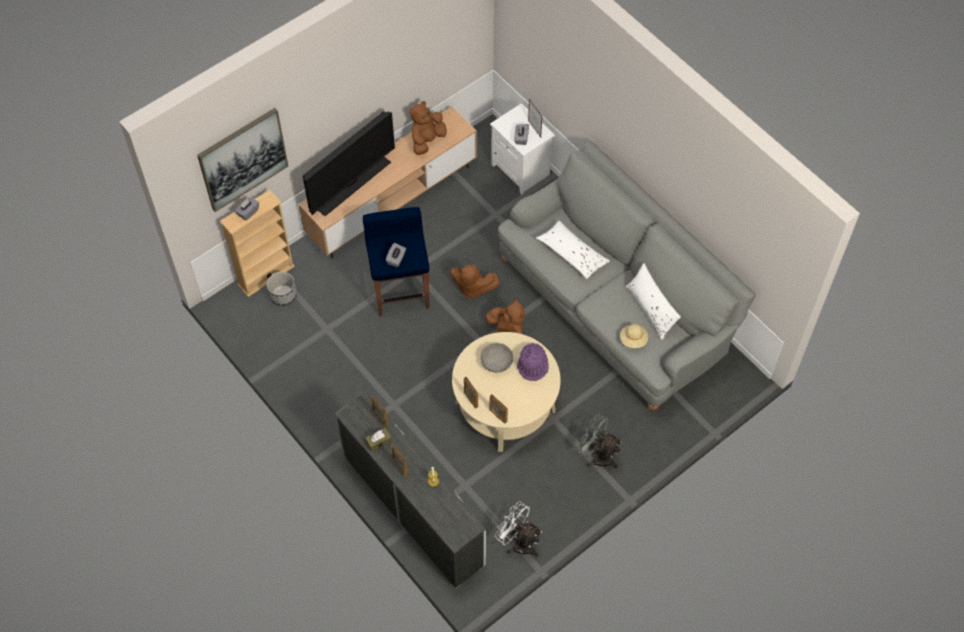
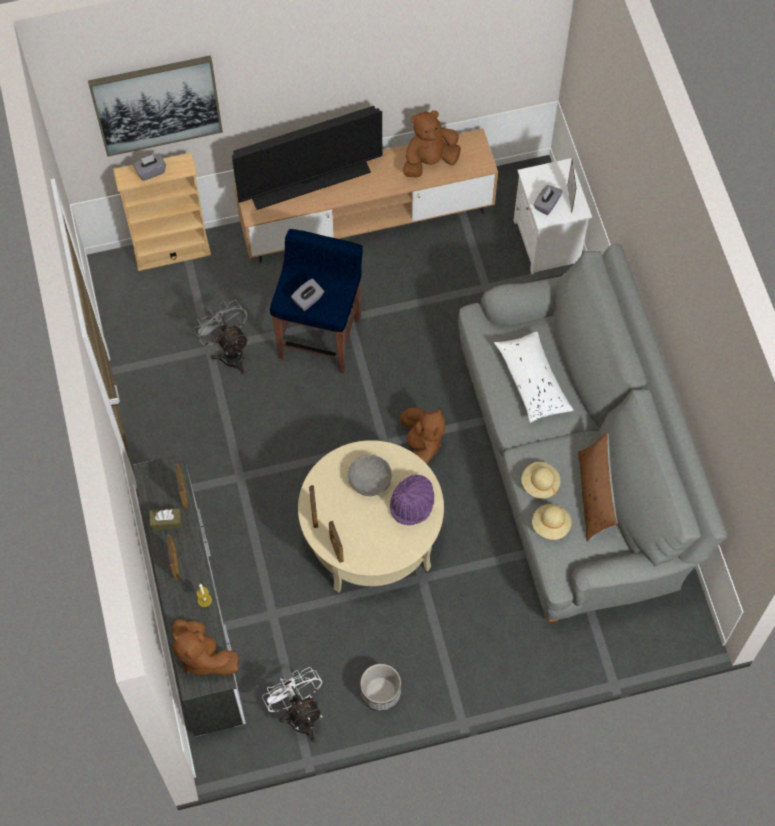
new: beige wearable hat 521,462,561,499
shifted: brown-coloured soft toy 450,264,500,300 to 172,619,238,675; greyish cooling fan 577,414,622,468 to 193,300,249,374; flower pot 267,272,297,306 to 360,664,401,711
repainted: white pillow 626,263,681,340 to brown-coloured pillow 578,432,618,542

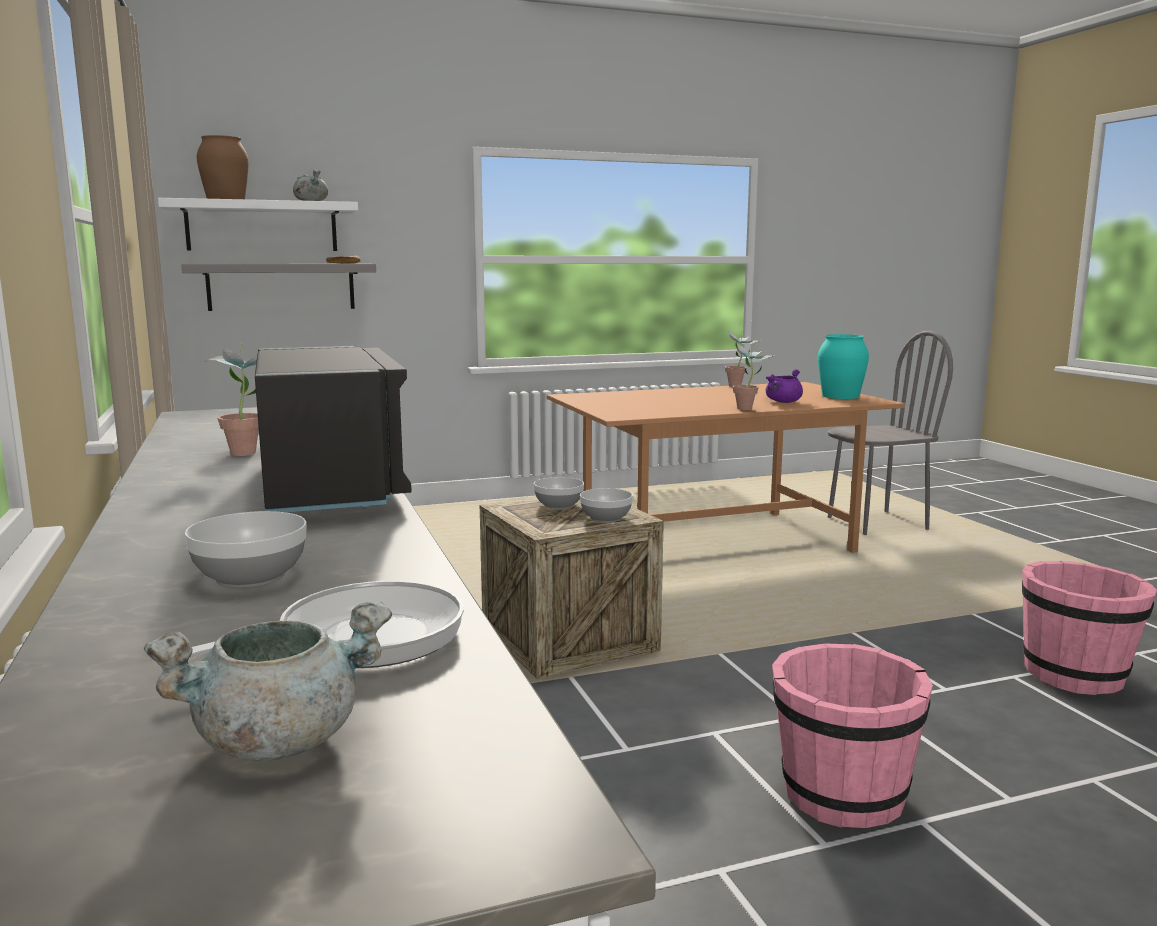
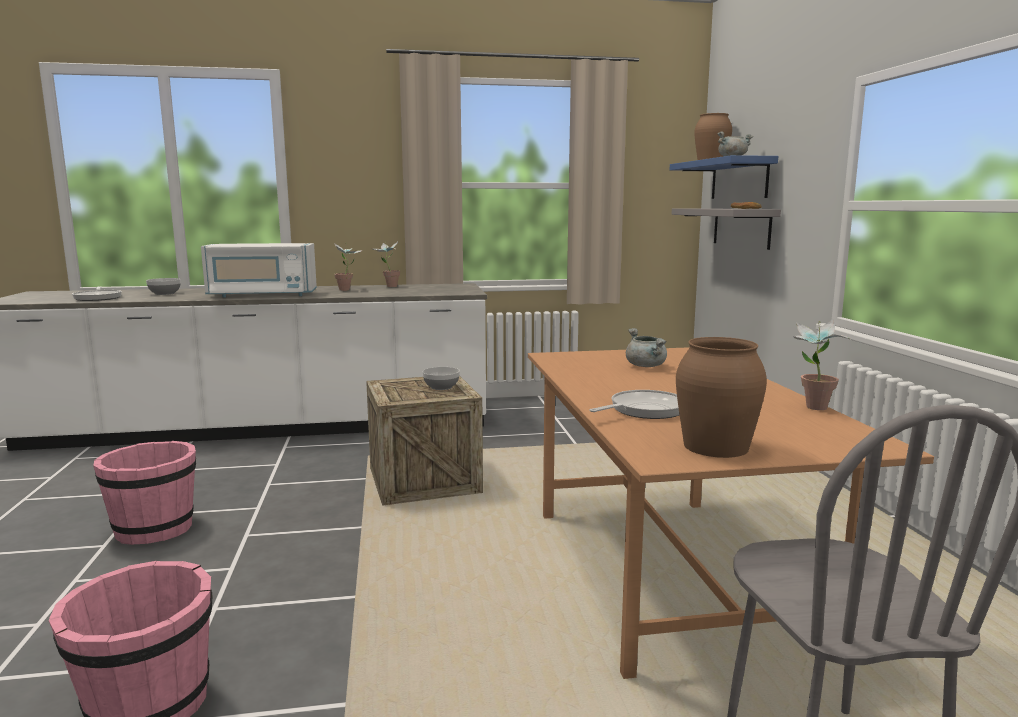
gone: bowl 580,488,633,522
shifted: houseplant 732,343,775,410 to 371,242,400,287; greyish cooking pot 144,602,392,761 to 626,328,667,367
swapped: purple-coloured cooking pot 766,369,803,403 to frying pan 589,390,679,419
repainted: black kitchen microwave 255,346,412,513 to white kitchen microwave 201,243,317,298; white bracket shelf 158,198,358,251 to bluish bracket shelf 670,155,778,199; blue-green decorative vase 818,334,869,399 to brown-coloured decorative vase 676,337,767,458

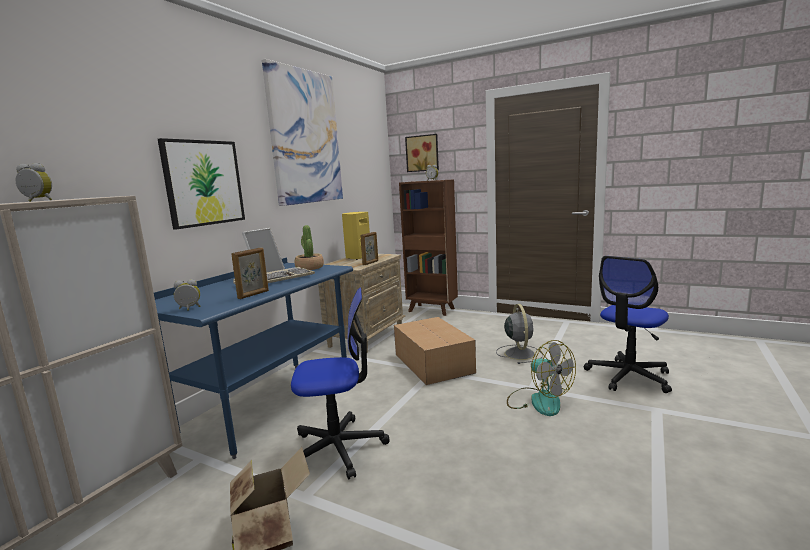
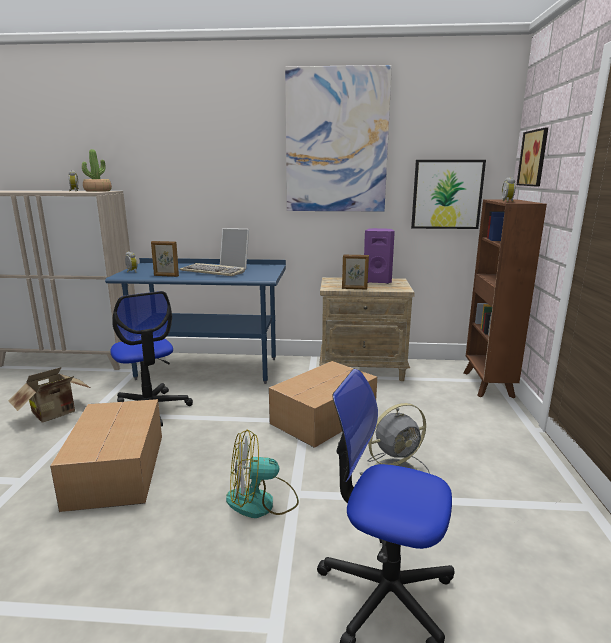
new: packing box 50,399,162,512
shifted: houseplant 295,225,324,270 to 82,149,112,192; picture 158,138,245,229 to 411,160,486,229
repainted: yellowish speaker 342,212,370,260 to purple-coloured speaker 364,228,395,284
rotated: cooling fan 507,340,576,416 = 226,430,299,518 45 degrees clockwise

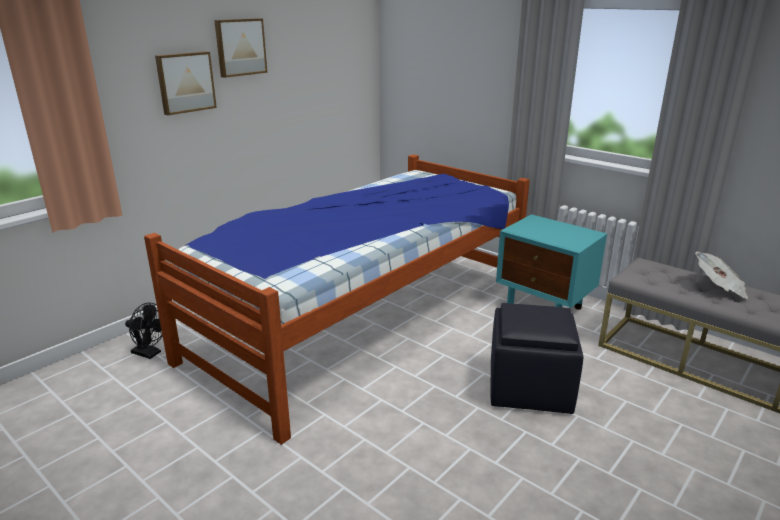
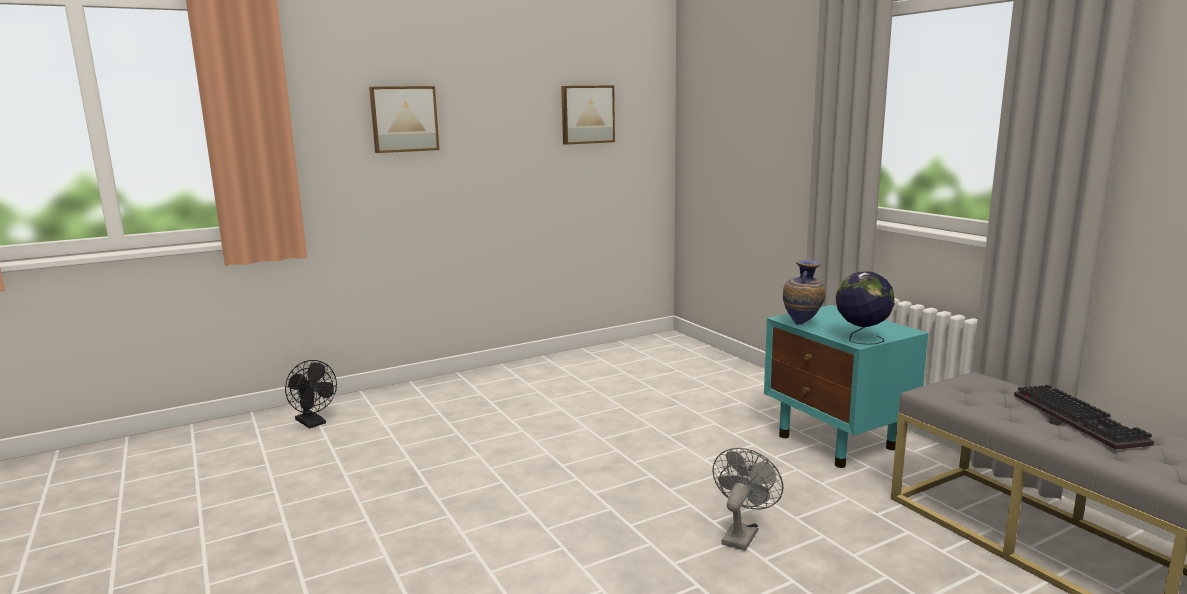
gone: bedroom bed 144,154,530,445
new: decorative vase 783,259,826,325; globe 836,271,895,345
shifted: picture 214,18,267,78 to 561,85,615,145
swapped: black pouffe 490,303,583,414 to greyish cooling fan 712,448,784,551; printed paper 695,251,748,299 to computer keyboard 1014,384,1154,450

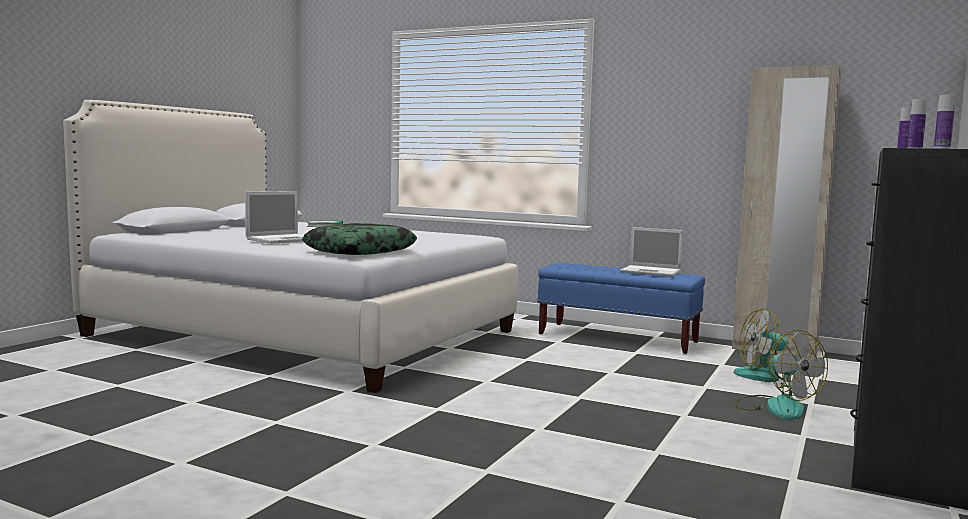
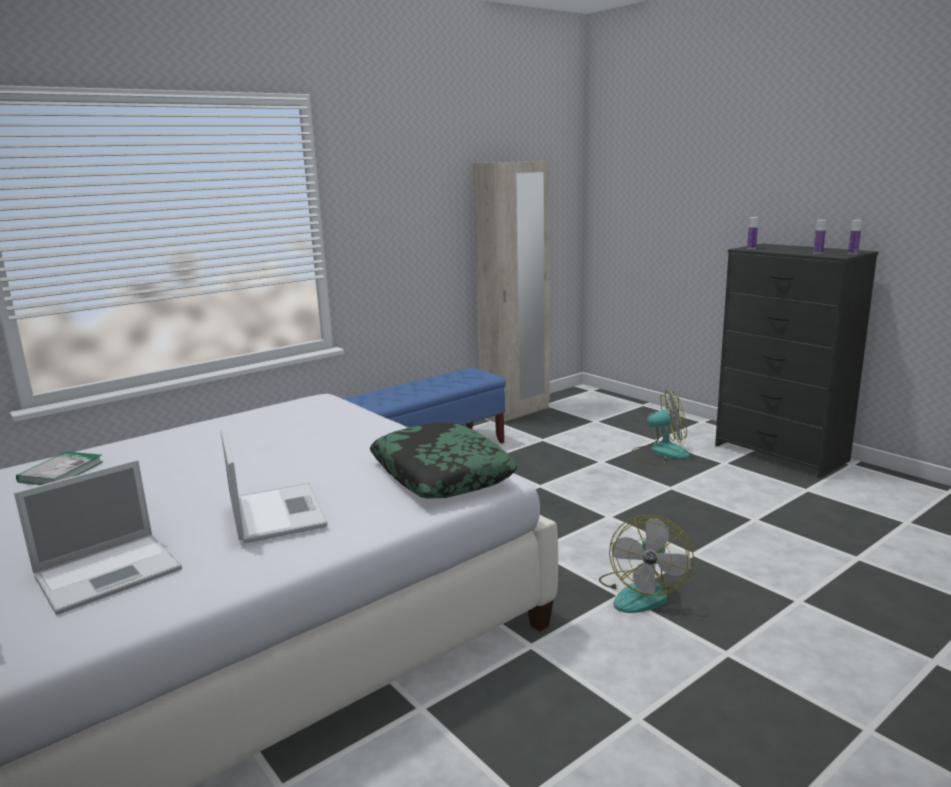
shifted: notebook computer 620,227,683,277 to 14,460,182,615; cooling fan 734,308,792,382 to 599,515,694,613

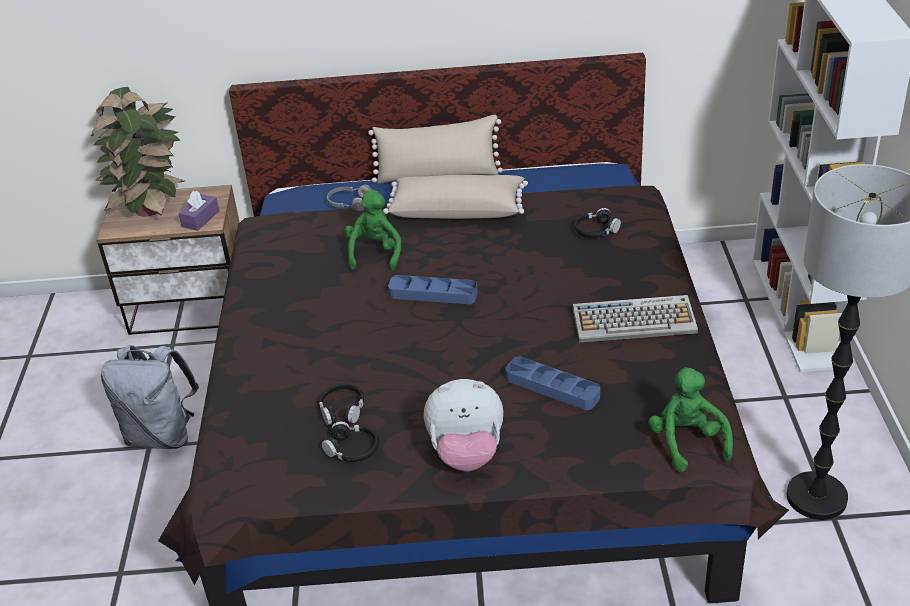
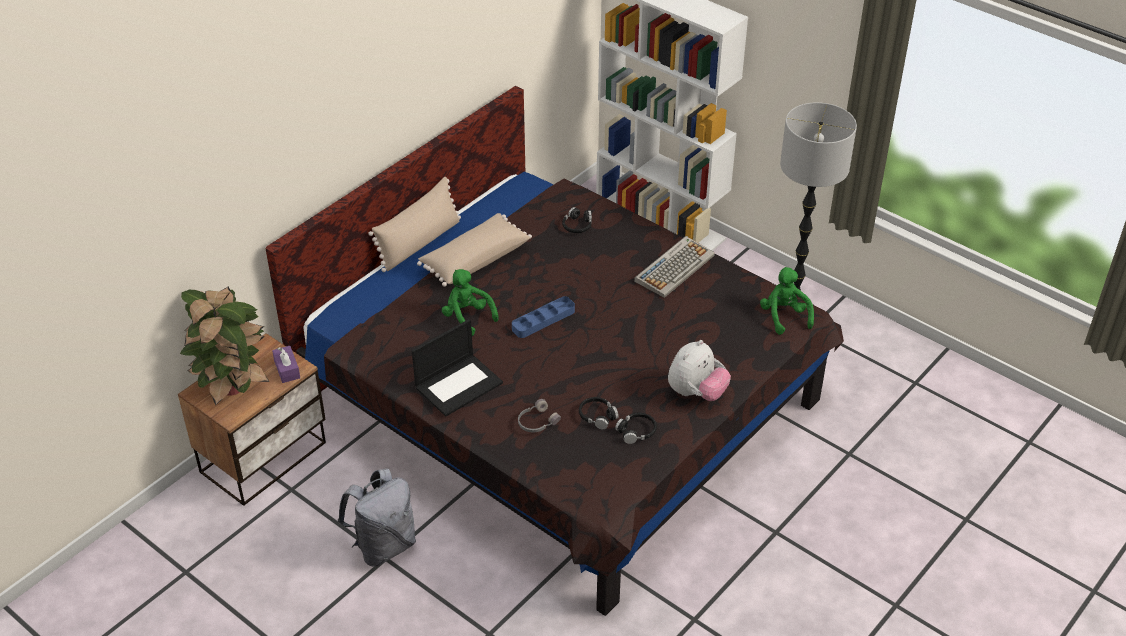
gone: bluish carrying tray 506,357,600,410
new: notebook computer 412,319,503,417
shifted: greyish pair of headphones 327,184,371,211 to 518,399,561,432
rotated: green soft toy 648,367,733,472 = 760,267,814,335 45 degrees clockwise

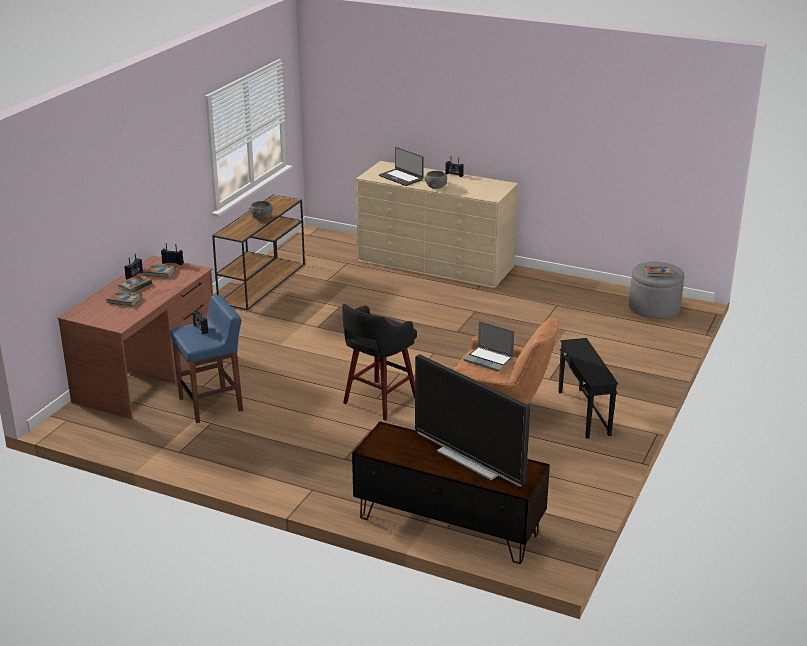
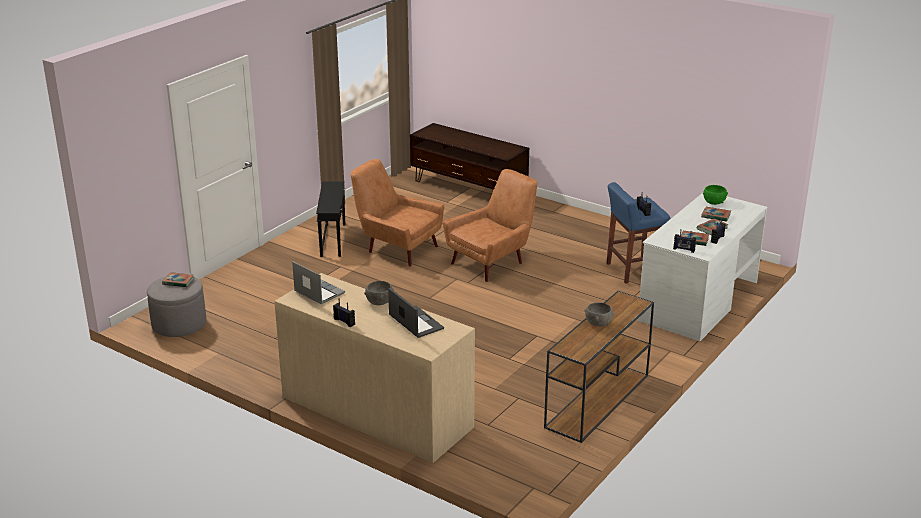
gone: television 415,354,530,487
new: green bowl 703,185,728,205
shifted: notebook computer 464,321,515,371 to 292,261,345,304
swapped: black stool seat 342,304,417,421 to brown-coloured armchair 443,169,537,282
repainted: brown-coloured desk unit 57,256,213,419 to white desk unit 638,193,767,341

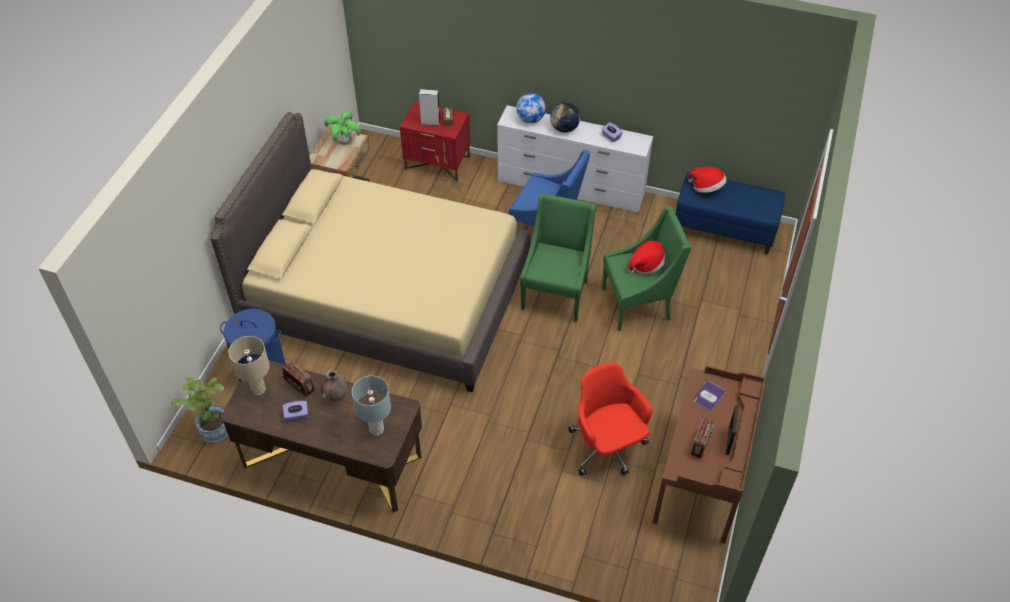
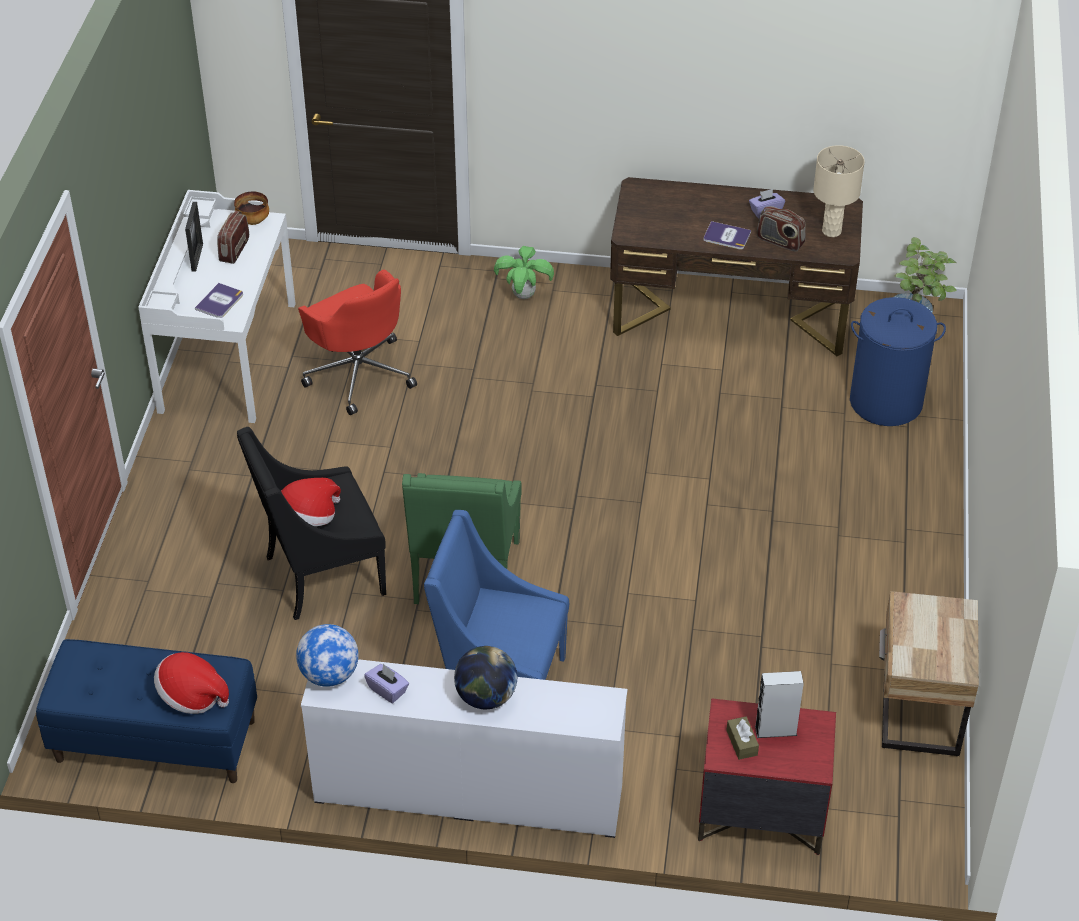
gone: beige bedroom bed 210,112,530,392; greyish tabletop lamp 352,376,391,435
new: bowl 234,192,269,225
shifted: globe 516,93,546,123 to 296,624,359,687; houseplant 324,111,360,145 to 494,246,554,299
swapped: brown-coloured decorative vase 320,369,347,401 to bound book 704,221,751,249
repainted: brown-coloured desk unit 653,366,766,544 to white desk unit 138,190,296,423; green armchair 602,206,691,331 to black armchair 237,427,386,620

